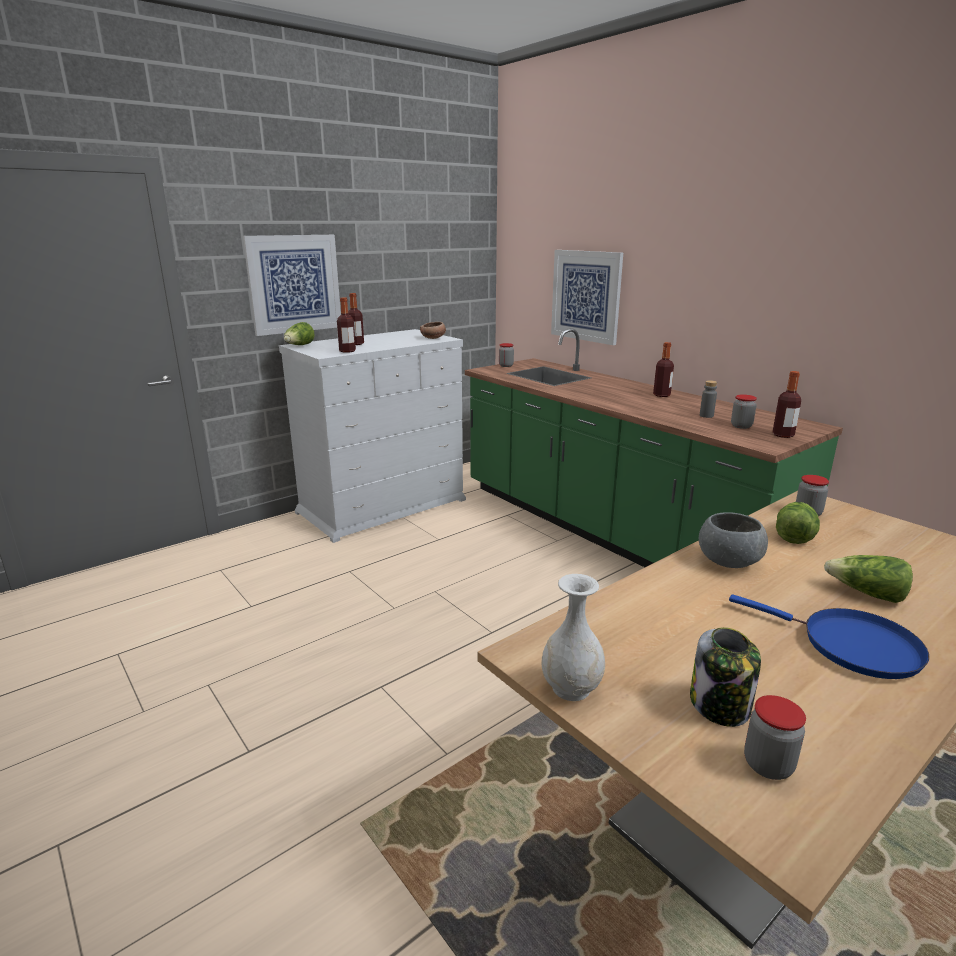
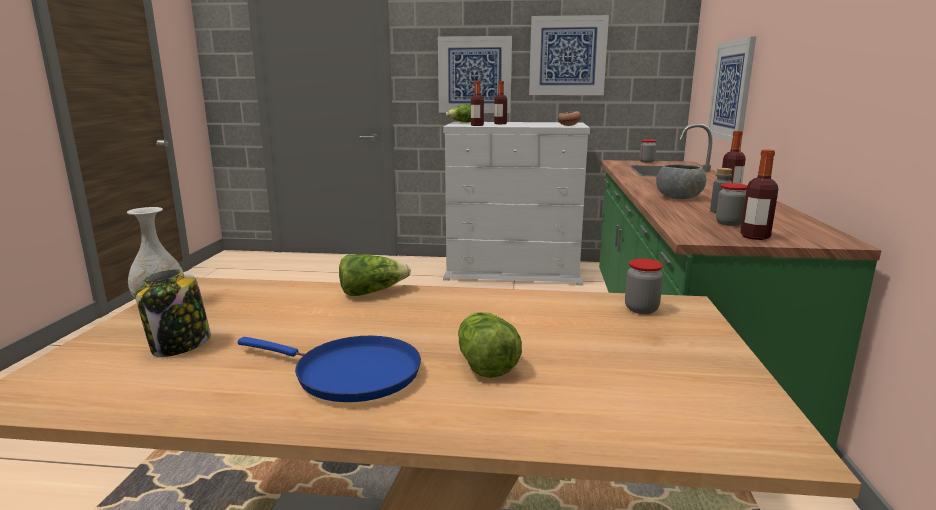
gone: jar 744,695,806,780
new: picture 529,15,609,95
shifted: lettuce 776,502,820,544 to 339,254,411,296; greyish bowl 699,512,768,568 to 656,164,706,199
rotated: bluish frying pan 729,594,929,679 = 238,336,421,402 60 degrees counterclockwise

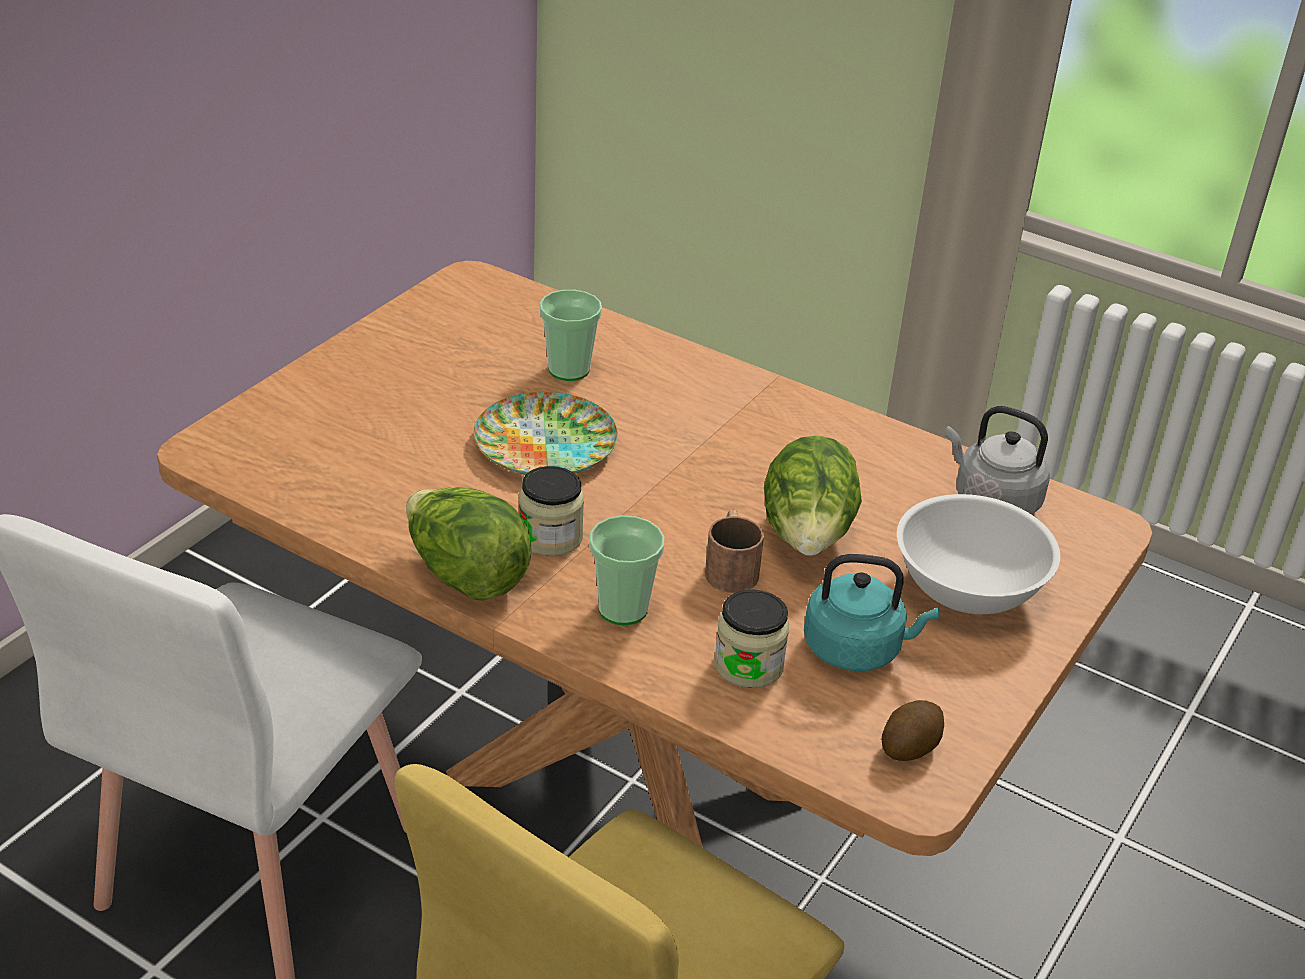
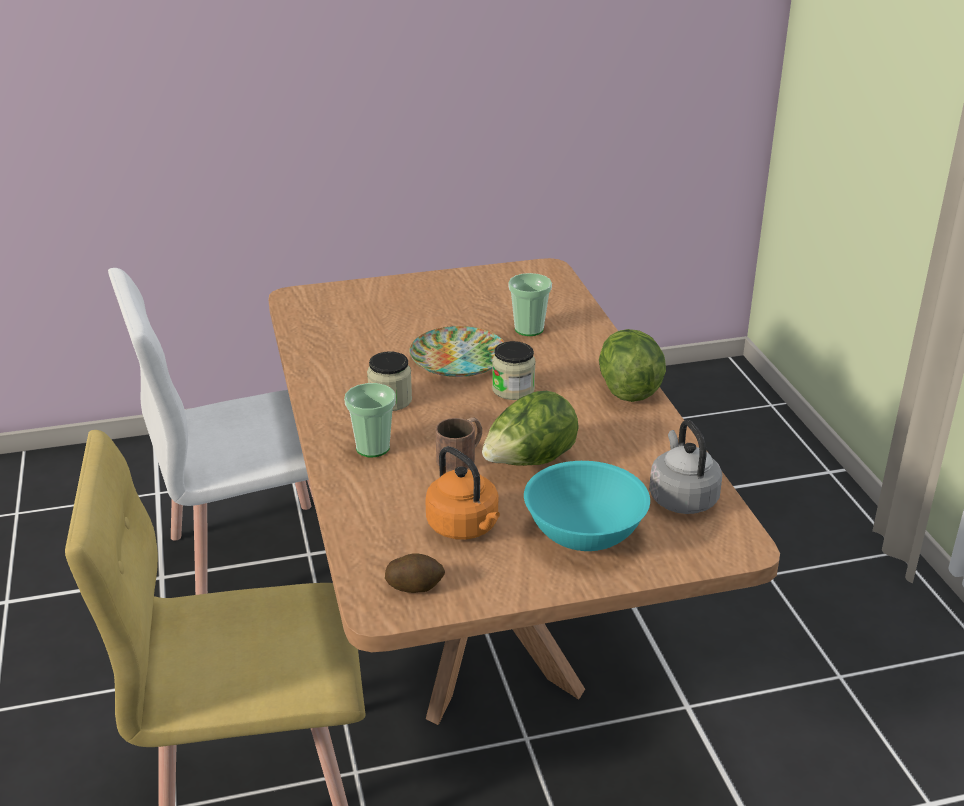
shifted: jar 714,590,789,688 to 492,341,536,400; lettuce 406,487,532,601 to 599,329,666,402
repainted: blue-green kettle 804,554,940,671 to orange-coloured kettle 425,446,500,540; white bowl 897,494,1060,614 to blue-green bowl 524,461,650,551

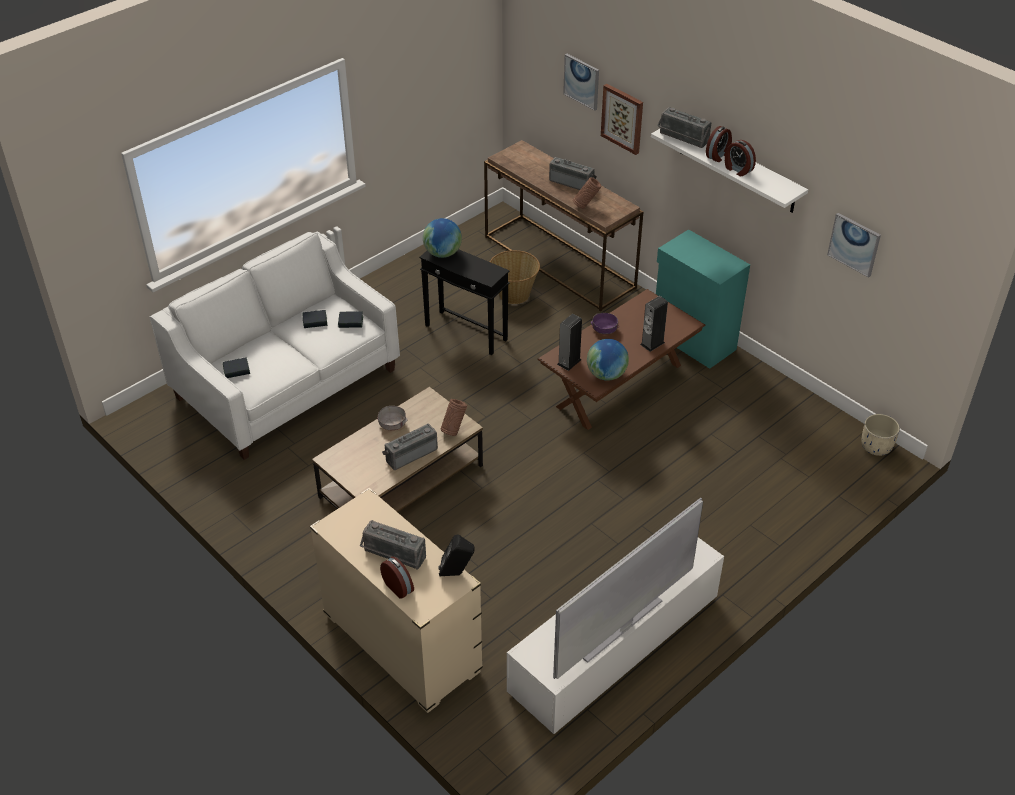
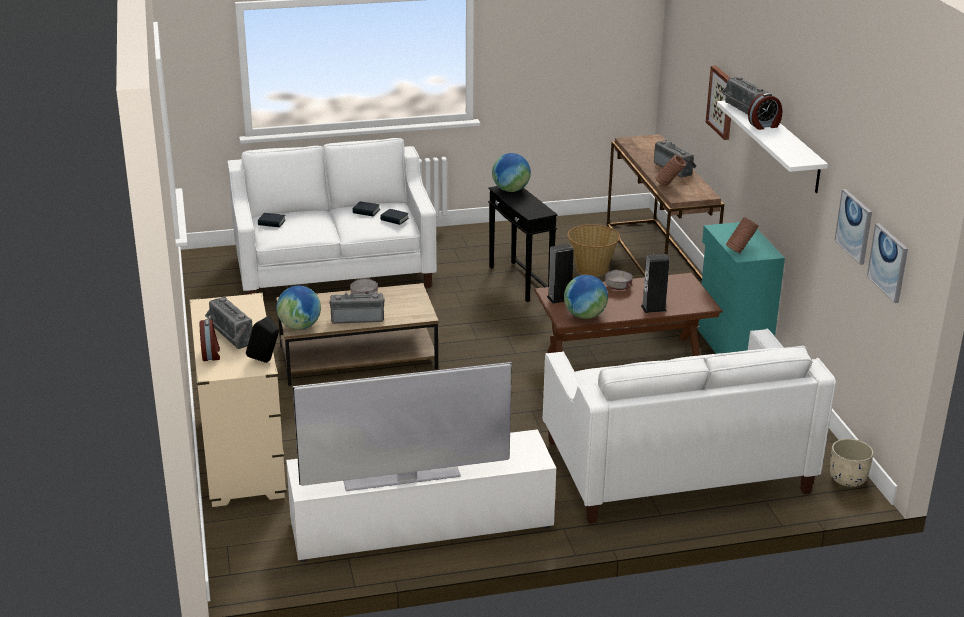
gone: table clock 725,140,756,177
new: globe 276,286,321,330; white sofa 543,329,836,524
shifted: brown-coloured decorative vase 441,399,467,436 to 726,217,759,254; picture 563,54,599,111 to 867,223,908,303
repainted: purple-coloured bowl 591,313,619,335 to greyish bowl 605,270,633,290

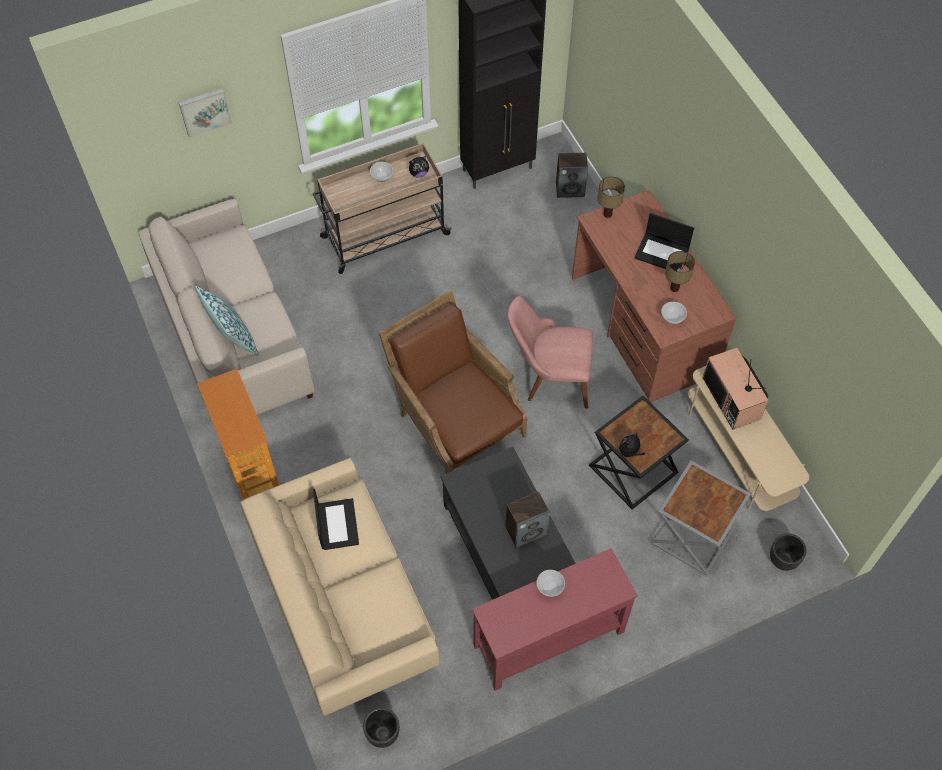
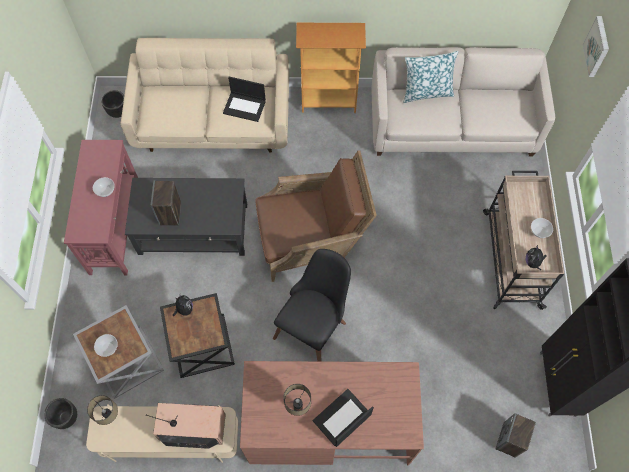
shifted: tabletop lamp 597,177,625,218 to 87,395,118,425; bowl 661,302,687,324 to 94,334,118,357
repainted: pinkish upright chair 508,296,593,409 to black upright chair 273,249,351,361

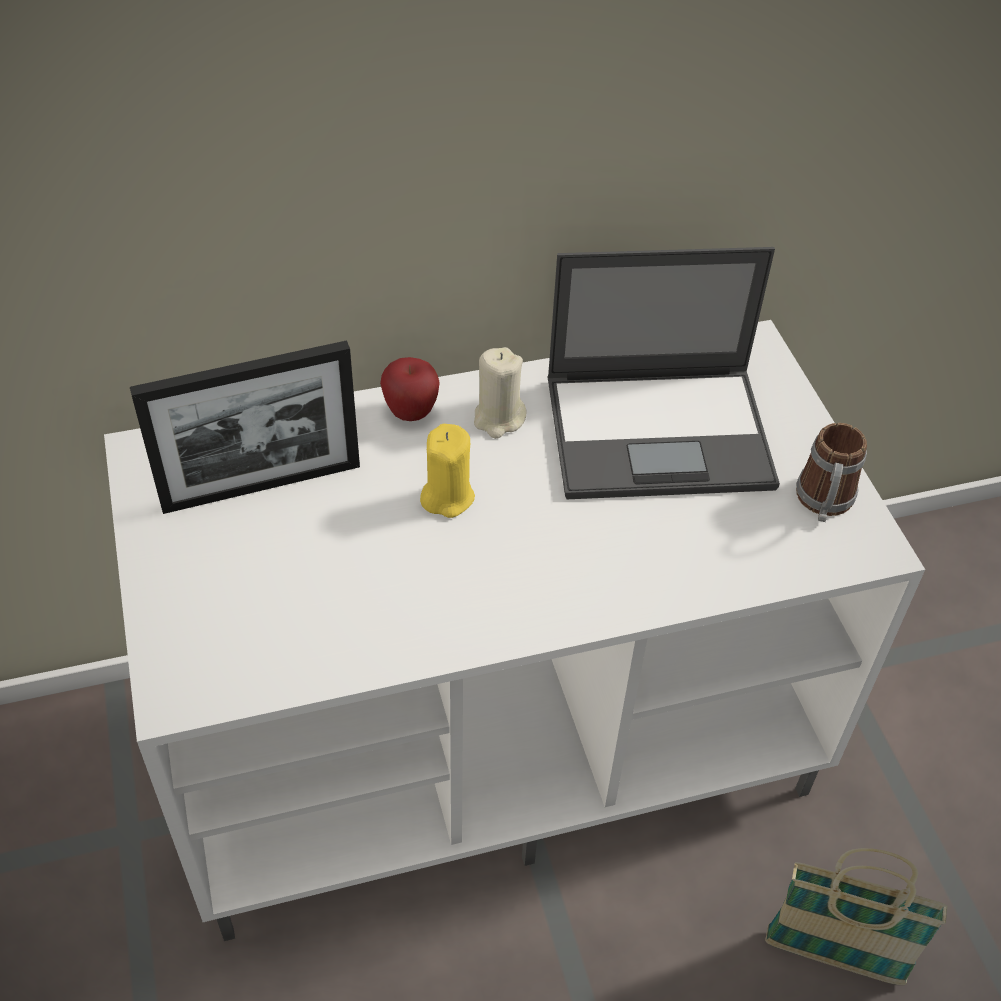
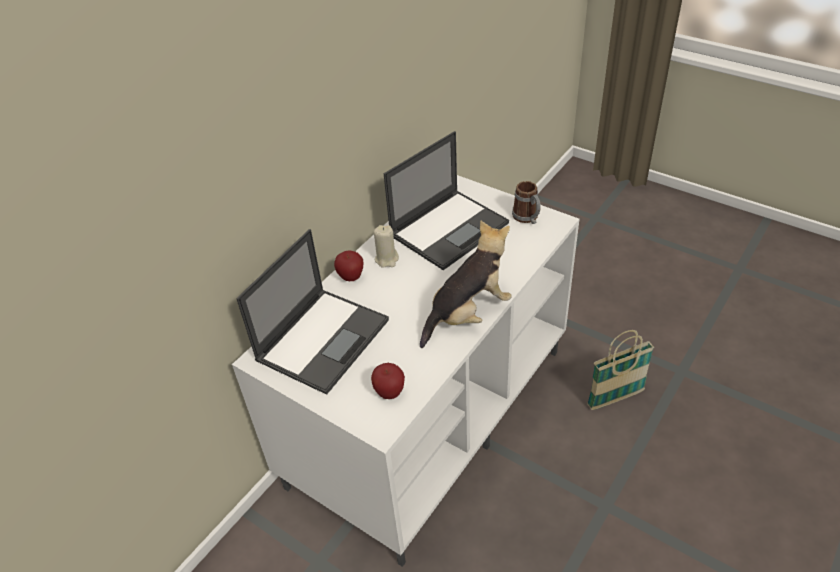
gone: yellowish candle 420,424,475,518
new: whole apple 371,363,405,399; soft toy 420,220,512,348
swapped: photo frame 130,340,360,514 to notebook computer 236,229,389,395

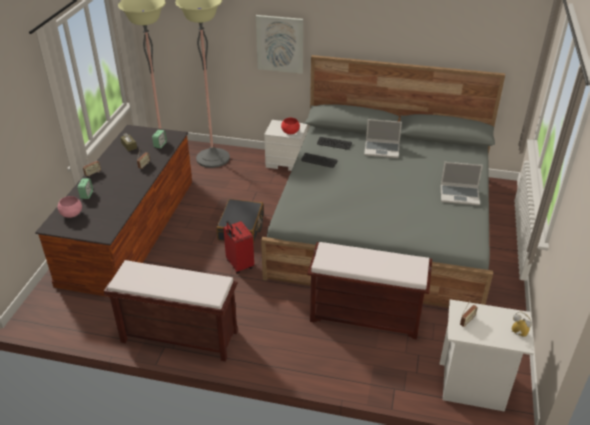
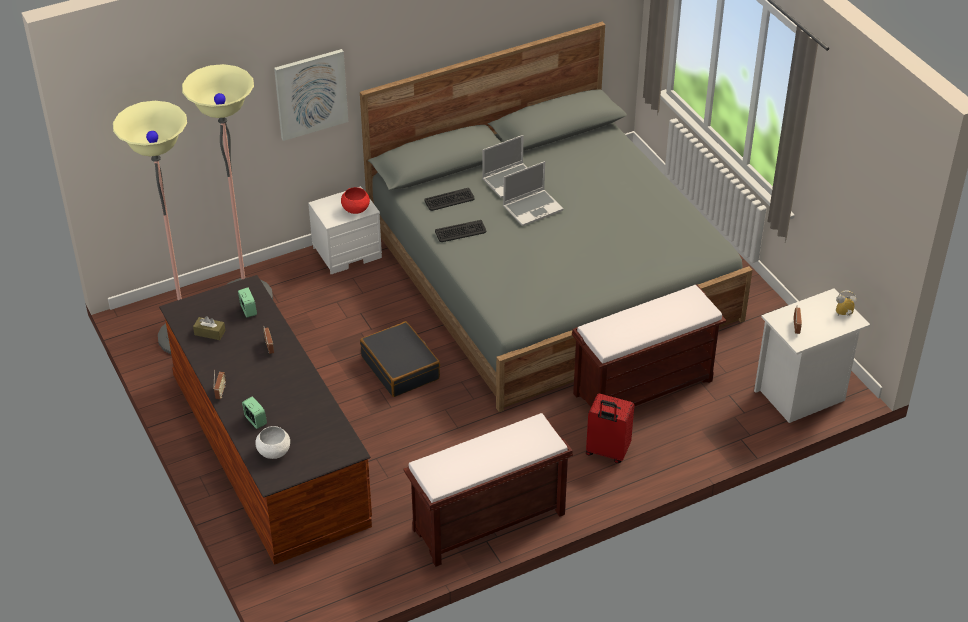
shifted: notebook computer 441,162,483,205 to 503,161,563,226; red travel case 223,220,254,274 to 586,394,634,463
repainted: pinkish bowl 58,196,82,218 to white bowl 255,426,290,459

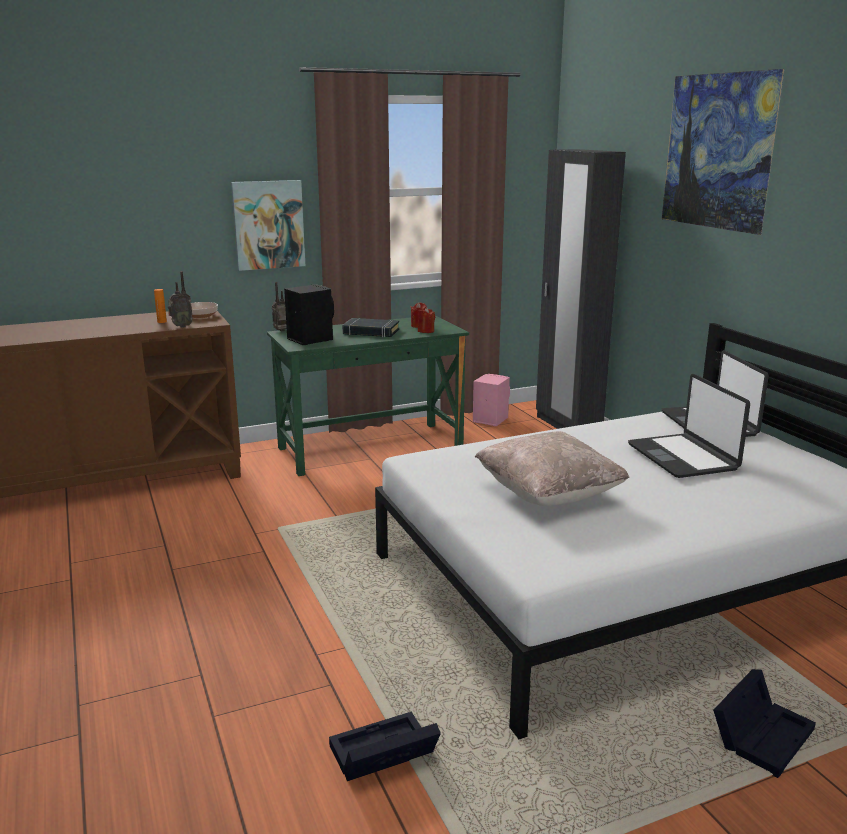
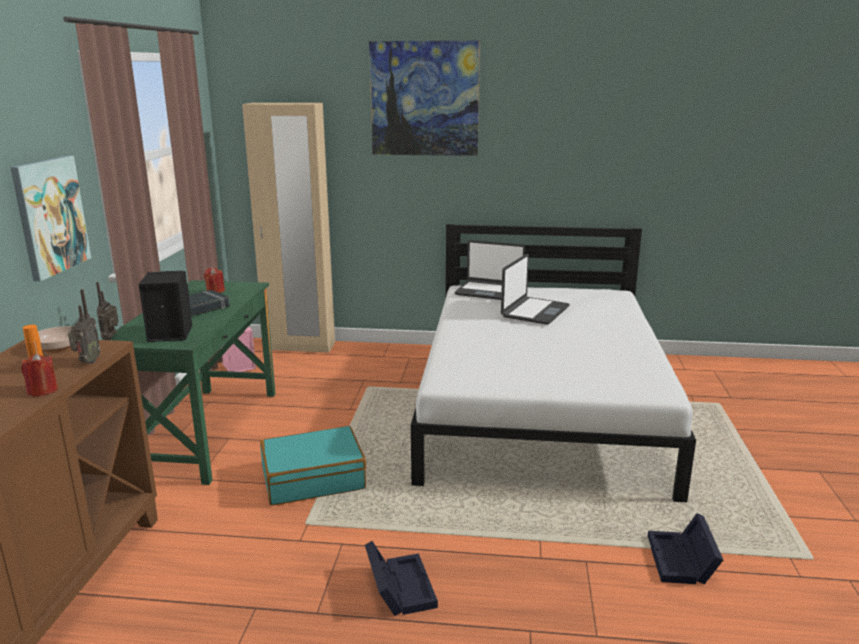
gone: beige pillow 475,431,629,506
new: blue-green travel case 260,426,366,506
shifted: red candle 418,307,435,333 to 21,353,58,397; black storage container 713,669,816,778 to 365,541,438,616
repainted: black armoire 536,149,626,429 to beige armoire 242,103,335,353
rotated: notebook computer 628,374,750,478 = 501,254,570,325 75 degrees counterclockwise

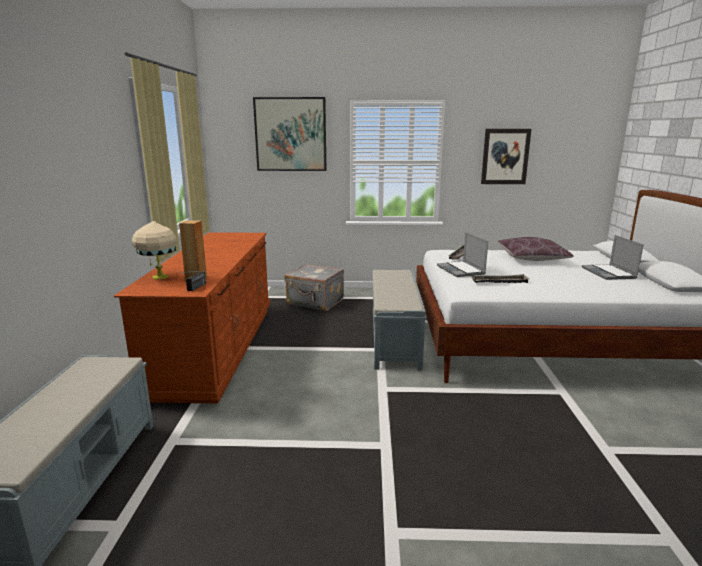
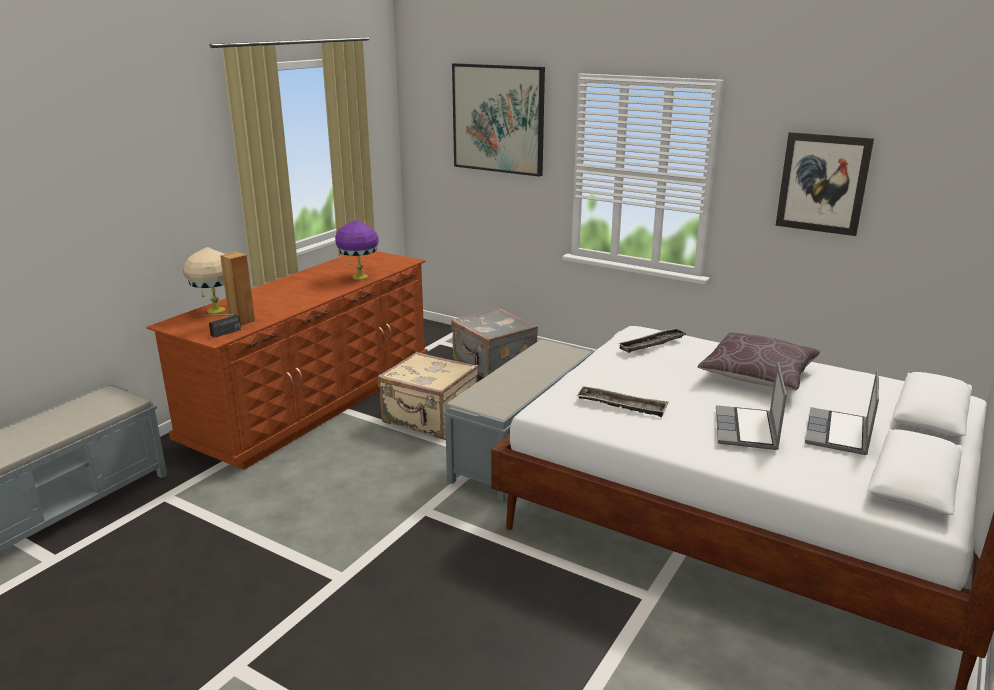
new: purple-coloured tabletop lamp 335,220,379,280; beige travel case 378,352,478,439
shifted: notebook computer 437,232,488,277 to 716,362,787,450

